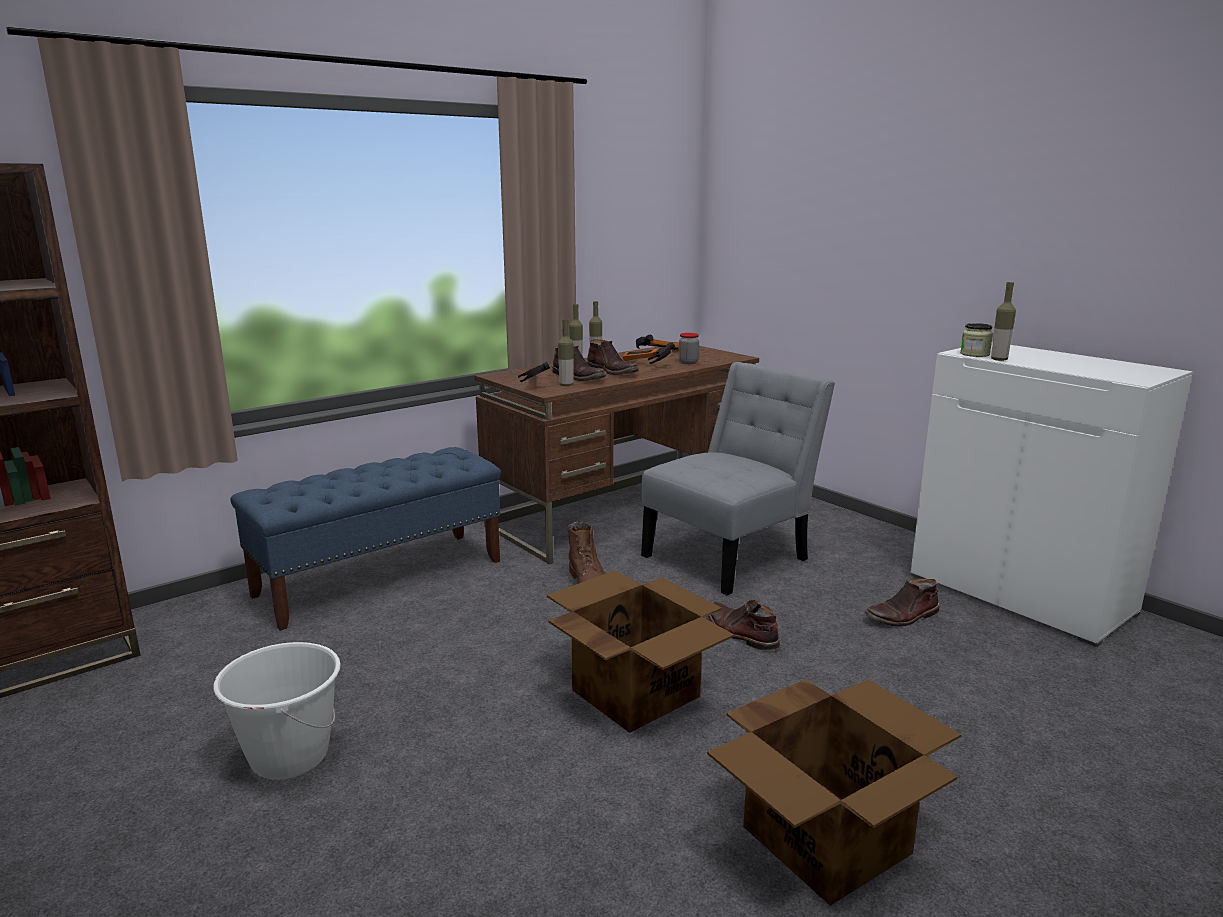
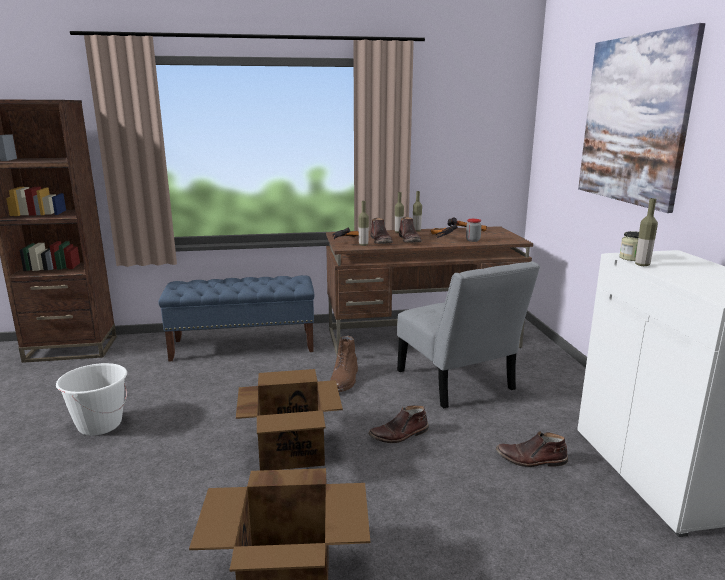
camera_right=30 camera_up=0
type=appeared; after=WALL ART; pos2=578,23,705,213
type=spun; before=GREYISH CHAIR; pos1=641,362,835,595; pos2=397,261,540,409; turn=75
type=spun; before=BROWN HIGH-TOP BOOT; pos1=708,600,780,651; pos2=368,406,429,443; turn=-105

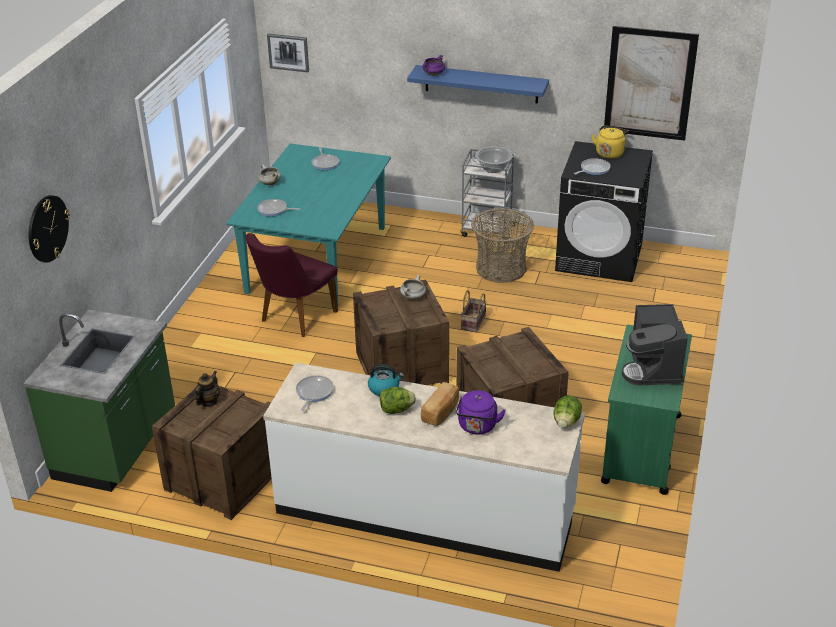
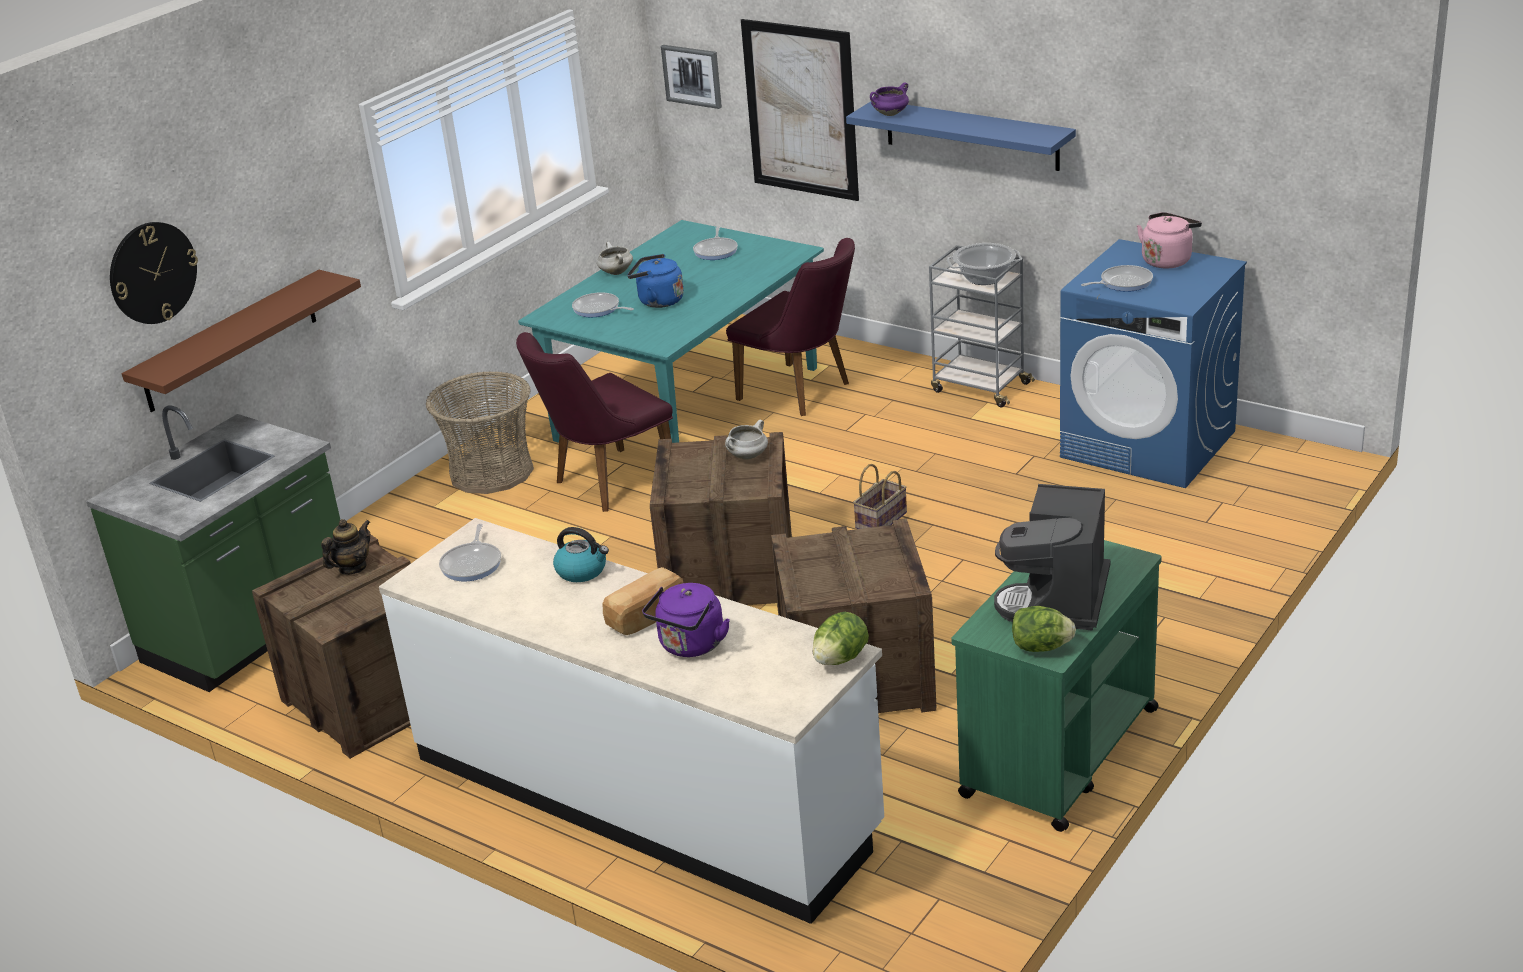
camera_right=20 camera_up=-5
type=appeared; after=BROWN BRACKET SHELF; pos2=122,270,361,412
type=appeared; after=BLUE-COLOURED WATER KETTLE; pos2=627,254,684,308
type=appeared; after=PURPLISH CHAIR; pos2=726,238,855,416
type=relocated; before=LETTUCE HEAD; pos1=380,387,416,414; pos2=1012,606,1076,652
type=relocated; before=STORAGE BASKET; pos1=471,208,534,283; pos2=426,371,534,494
type=relocated; before=WALL ART; pos1=604,26,699,141; pos2=741,19,859,201
type=colour; before=BLACK WASHING MACHINE; after=BLUE-COLOURED WASHING MACHINE; pos1=555,141,653,282; pos2=1060,239,1247,488
type=colour; before=YELLOW WATER KETTLE; after=PINK WATER KETTLE; pos1=592,125,629,159; pos2=1137,212,1202,269
type=spun; before=SKILLET; pos1=296,375,334,411; pos2=439,524,501,581; turn=150

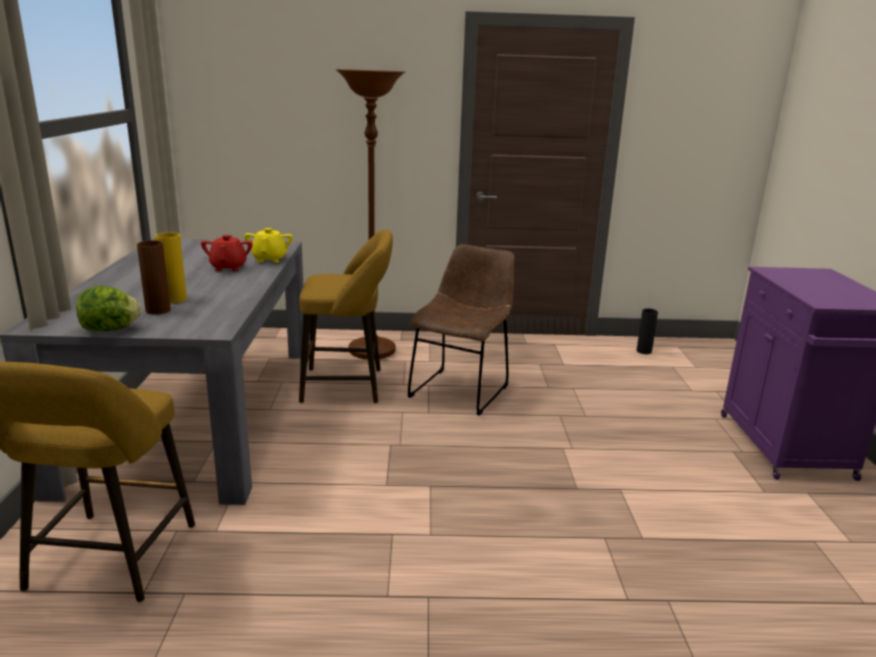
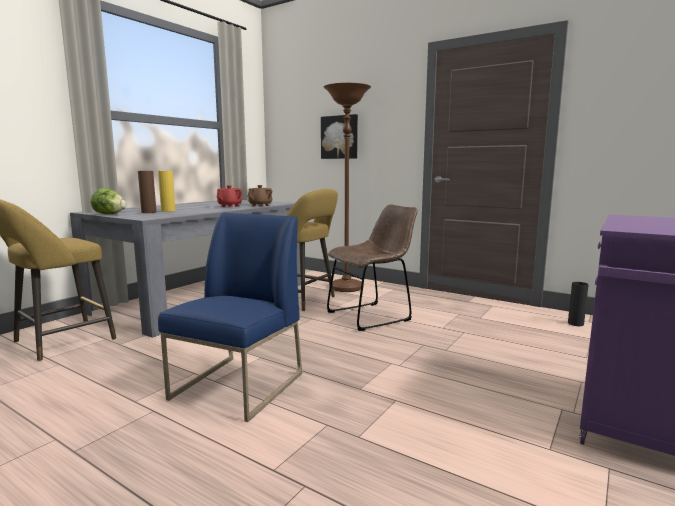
camera_right=35 camera_up=-10
type=appeared; after=BLUE-COLOURED CHAIR; pos2=158,213,302,422
type=appeared; after=WALL ART; pos2=321,114,358,159
type=colour; before=YELLOW TEA POT; after=BROWN TEA POT; pos1=244,228,293,263; pos2=248,185,272,207

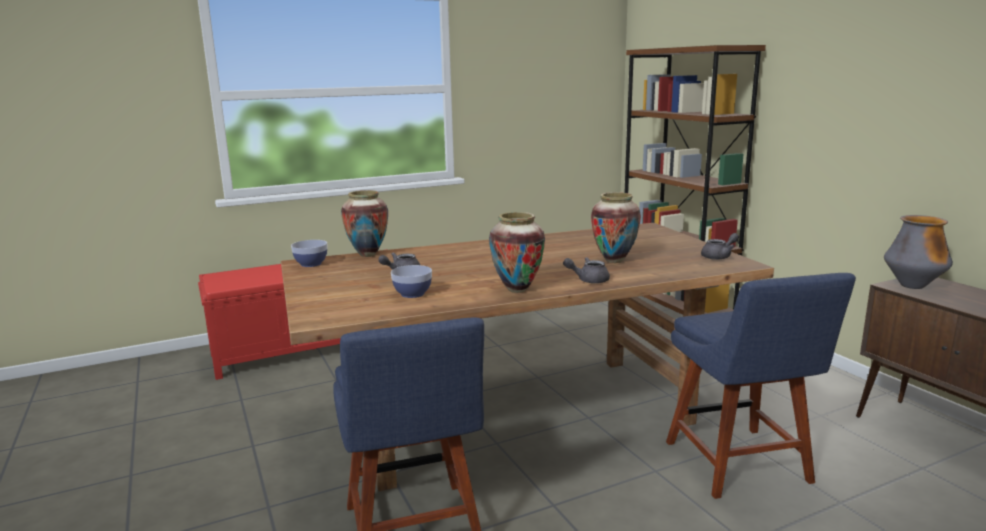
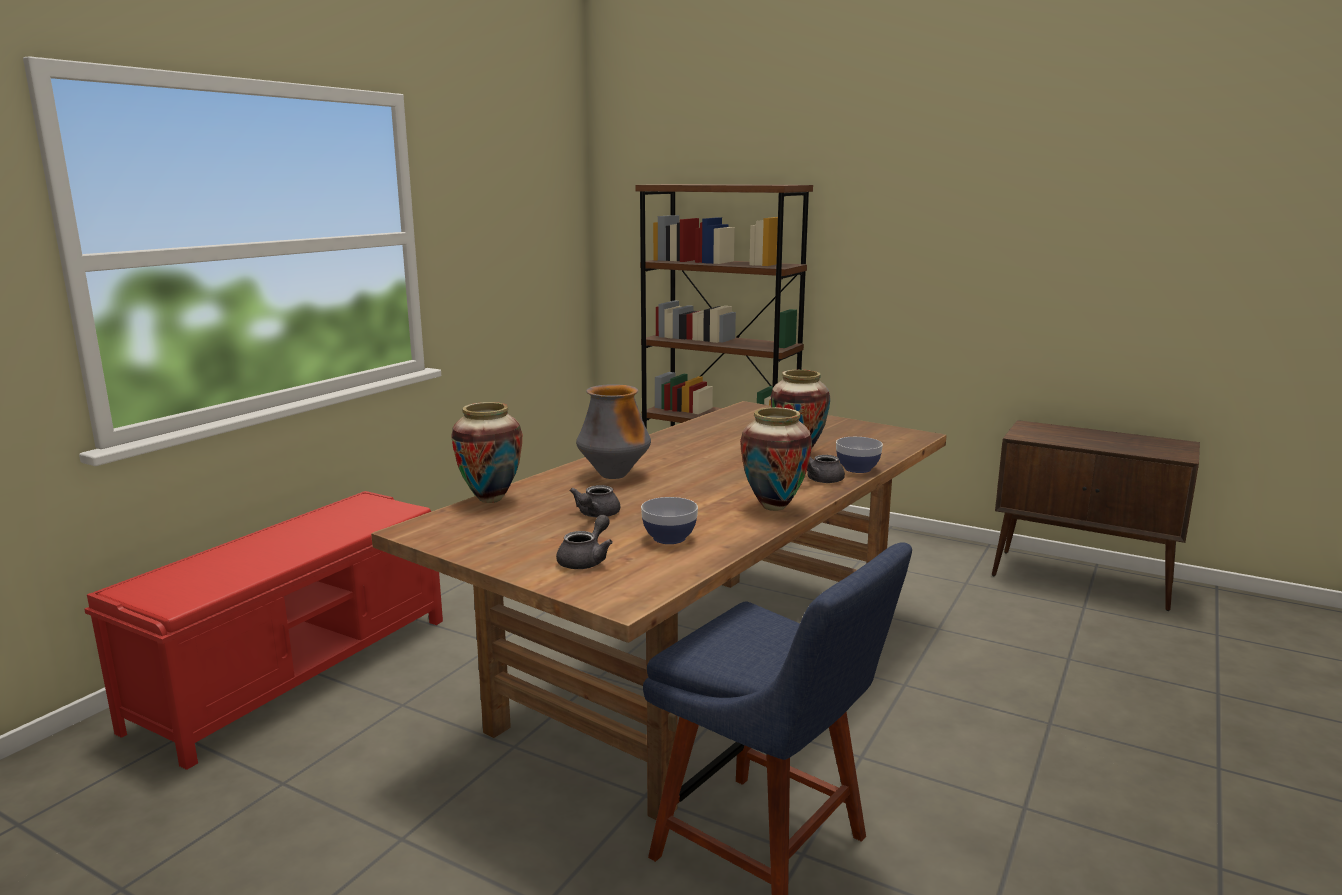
camera_right=-35 camera_up=0
type=missing; before=BLUE-COLOURED CHAIR; pos1=666,273,856,499
type=relocated; before=DEEP DISH; pos1=291,240,328,267; pos2=836,437,883,473
type=relocated; before=GREYISH TEA POT; pos1=701,233,739,260; pos2=556,515,613,569
type=relocated; before=VASE; pos1=884,215,953,289; pos2=576,384,651,479

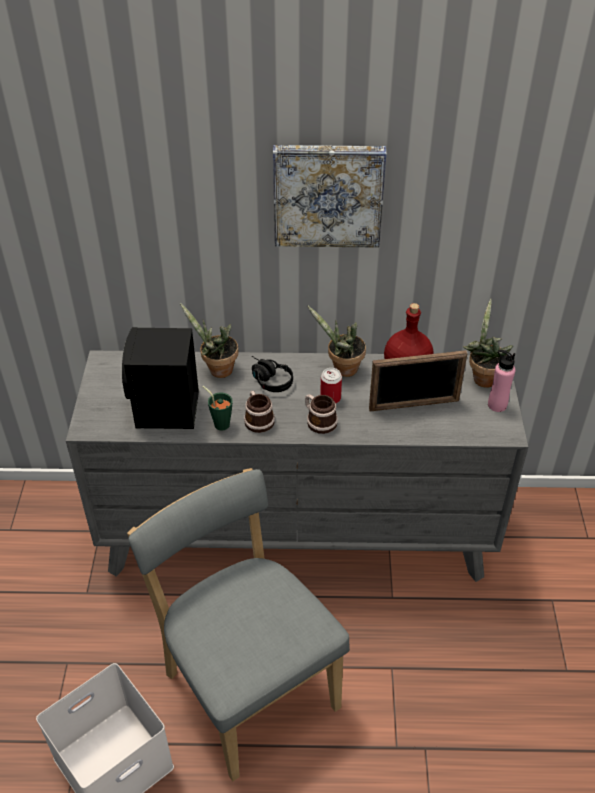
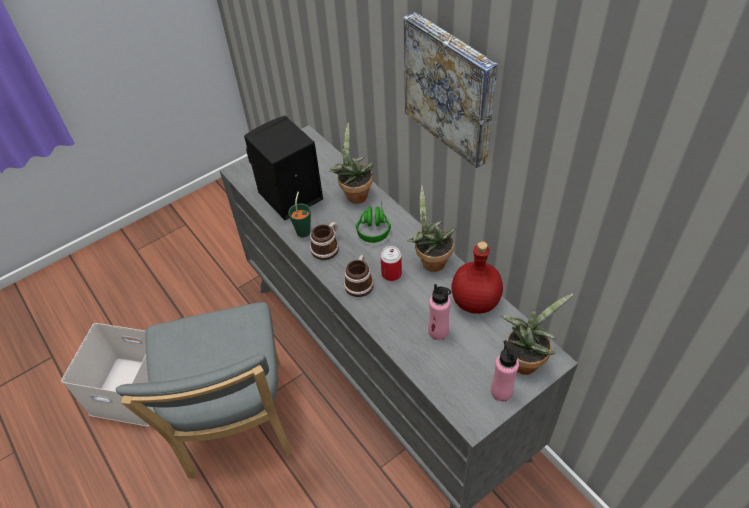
camera_right=55 camera_up=5
type=exchanged; before=STANDING FRAME; after=PINK DRINK BOTTLE; pos1=369,350,468,411; pos2=428,284,451,340
type=colour; before=BLACK PAIR OF HEADPHONES; after=GREEN-COLOURED PAIR OF HEADPHONES; pos1=252,356,293,392; pos2=356,201,391,243
type=spun; before=GREYISH CHAIR; pos1=127,468,350,781; pos2=116,302,293,479; turn=150

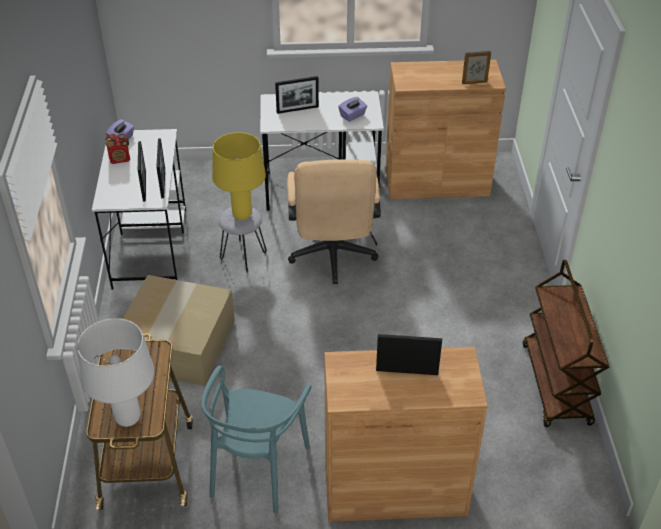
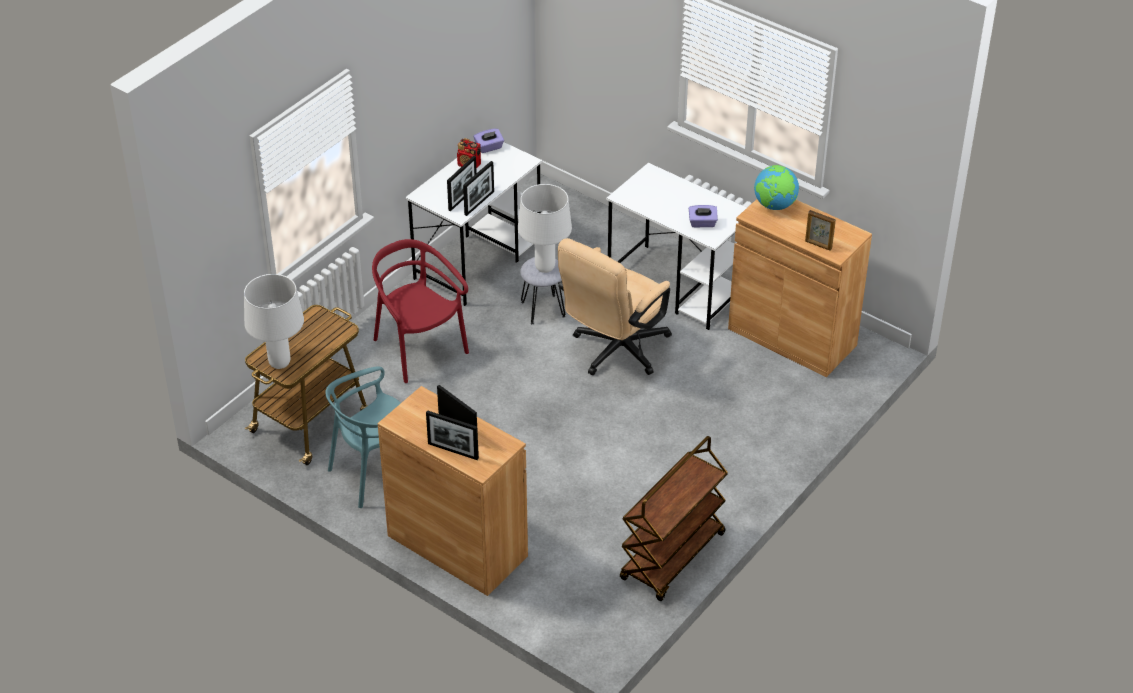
camera_right=40 camera_up=0
type=appeared; after=DESK GLOBE; pos2=754,165,799,210
type=relocated; before=STANDING FRAME; pos1=275,76,319,114; pos2=426,410,479,460
type=exchanged; before=PACKING BOX; after=RED CHAIR; pos1=120,275,235,386; pos2=372,239,469,383
type=colour; before=YELLOW TABLE LAMP; after=WHITE-COLOURED TABLE LAMP; pos1=212,132,266,220; pos2=518,184,572,273

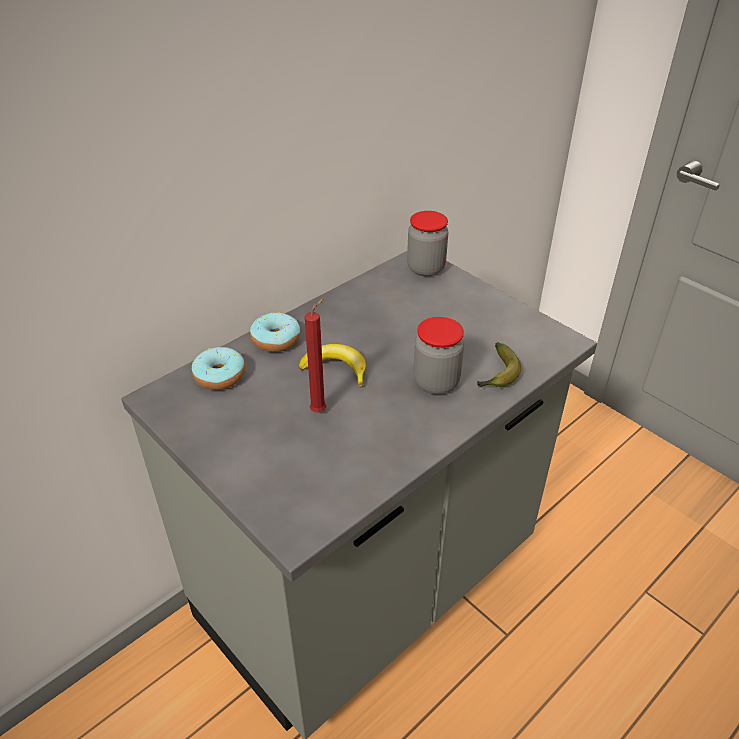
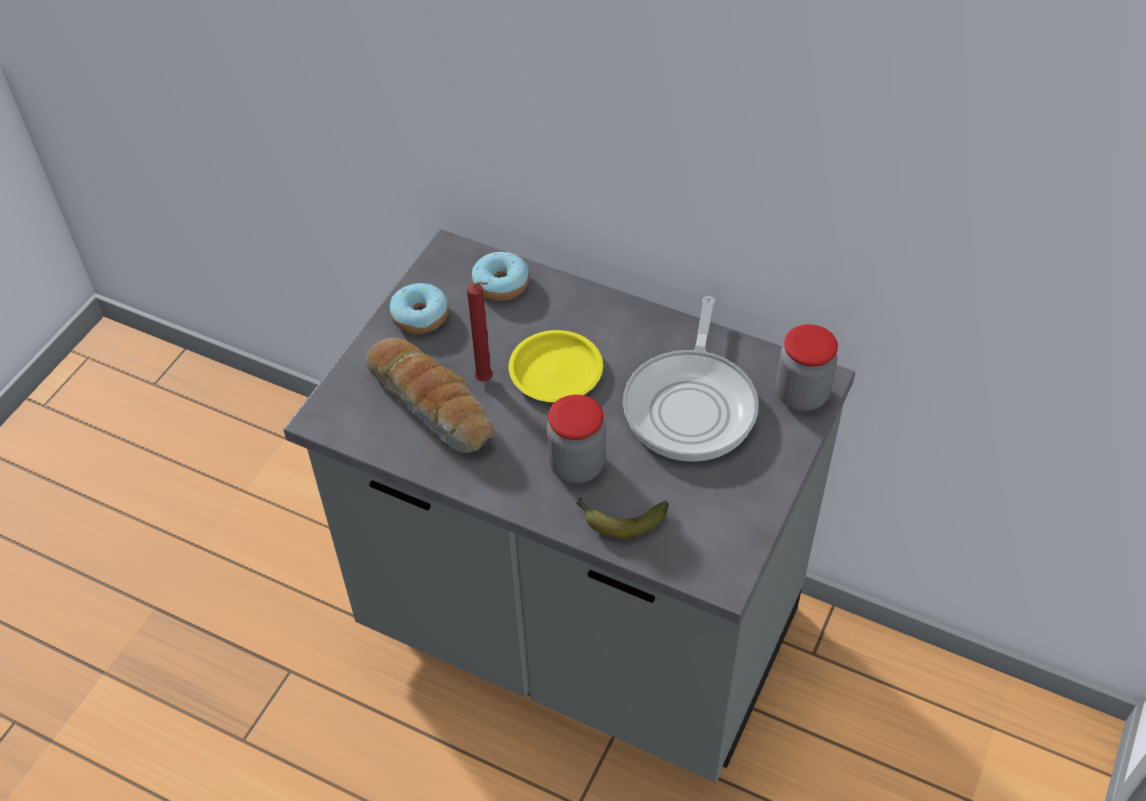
camera_right=70 camera_up=10
type=appeared; after=BAKERY BREAD; pos2=365,338,494,453
type=appeared; after=SKILLET; pos2=623,296,758,462
type=relocated; before=DONUT; pos1=250,312,300,352; pos2=390,283,449,334
type=exchanged; before=BANANA; after=YELLOW DINNER PLATE; pos1=299,344,366,387; pos2=509,330,603,402

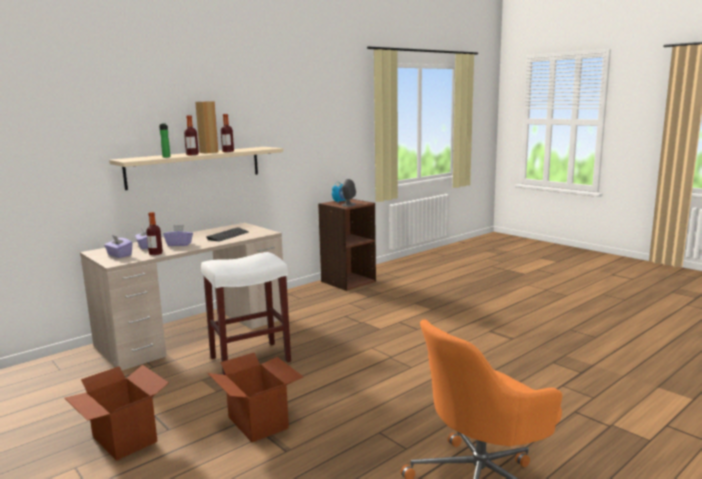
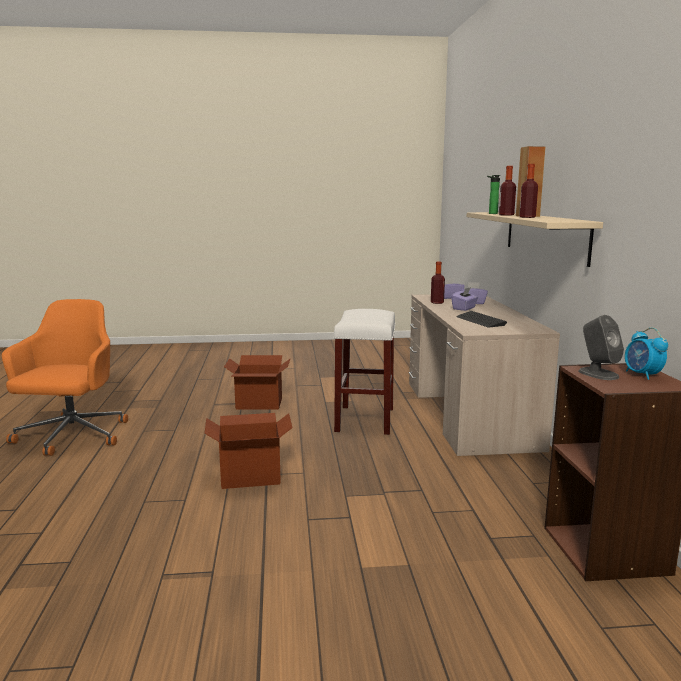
camera_right=125 camera_up=0
type=relocated; before=PACKING BOX; pos1=65,365,169,461; pos2=205,413,293,489

